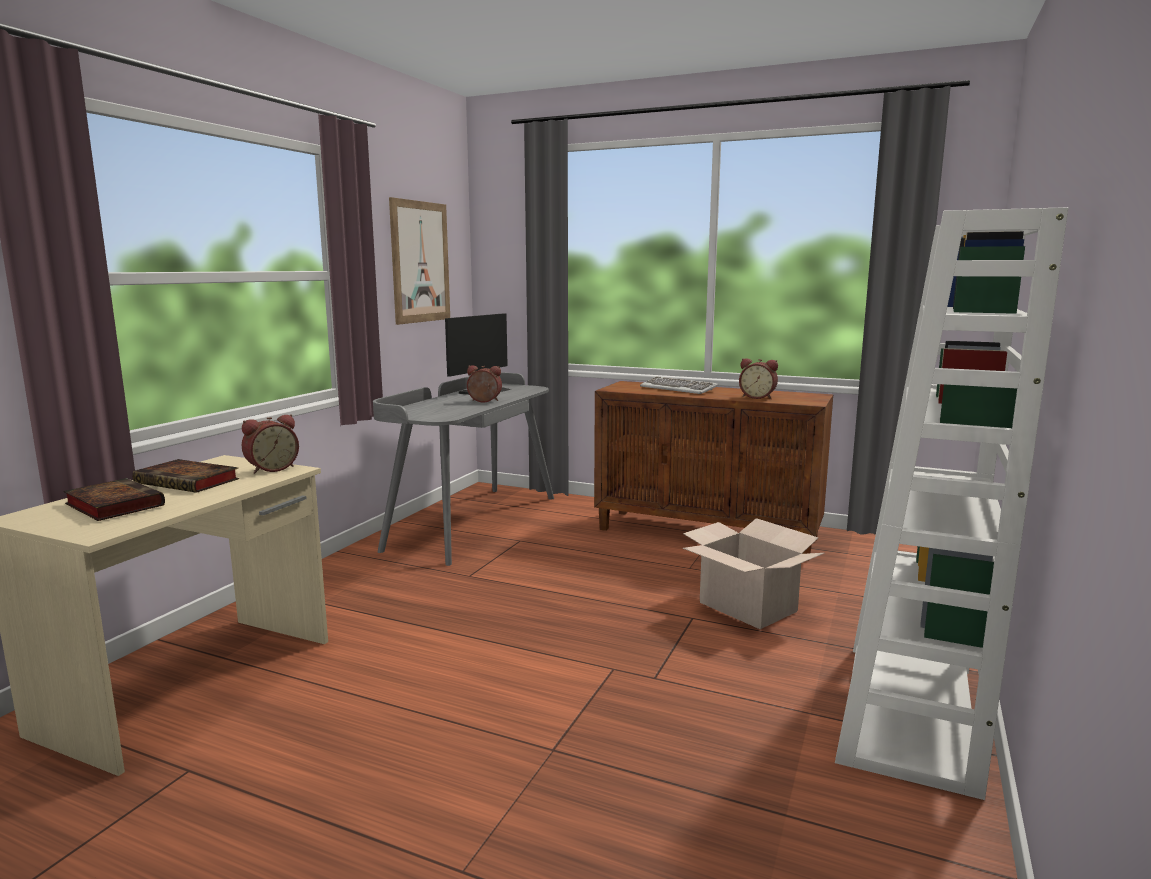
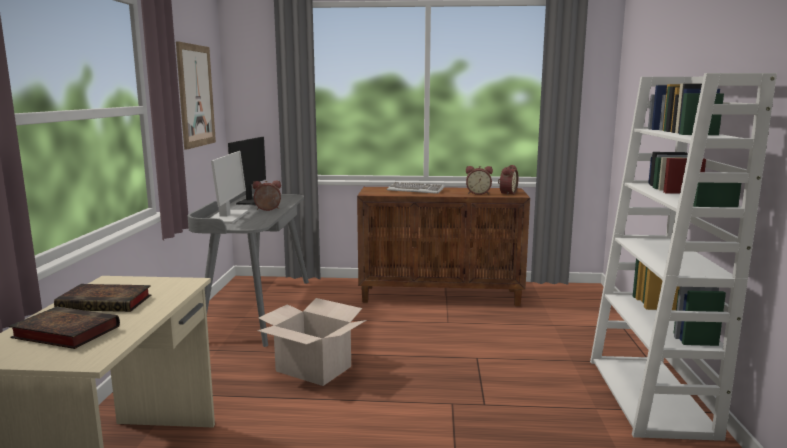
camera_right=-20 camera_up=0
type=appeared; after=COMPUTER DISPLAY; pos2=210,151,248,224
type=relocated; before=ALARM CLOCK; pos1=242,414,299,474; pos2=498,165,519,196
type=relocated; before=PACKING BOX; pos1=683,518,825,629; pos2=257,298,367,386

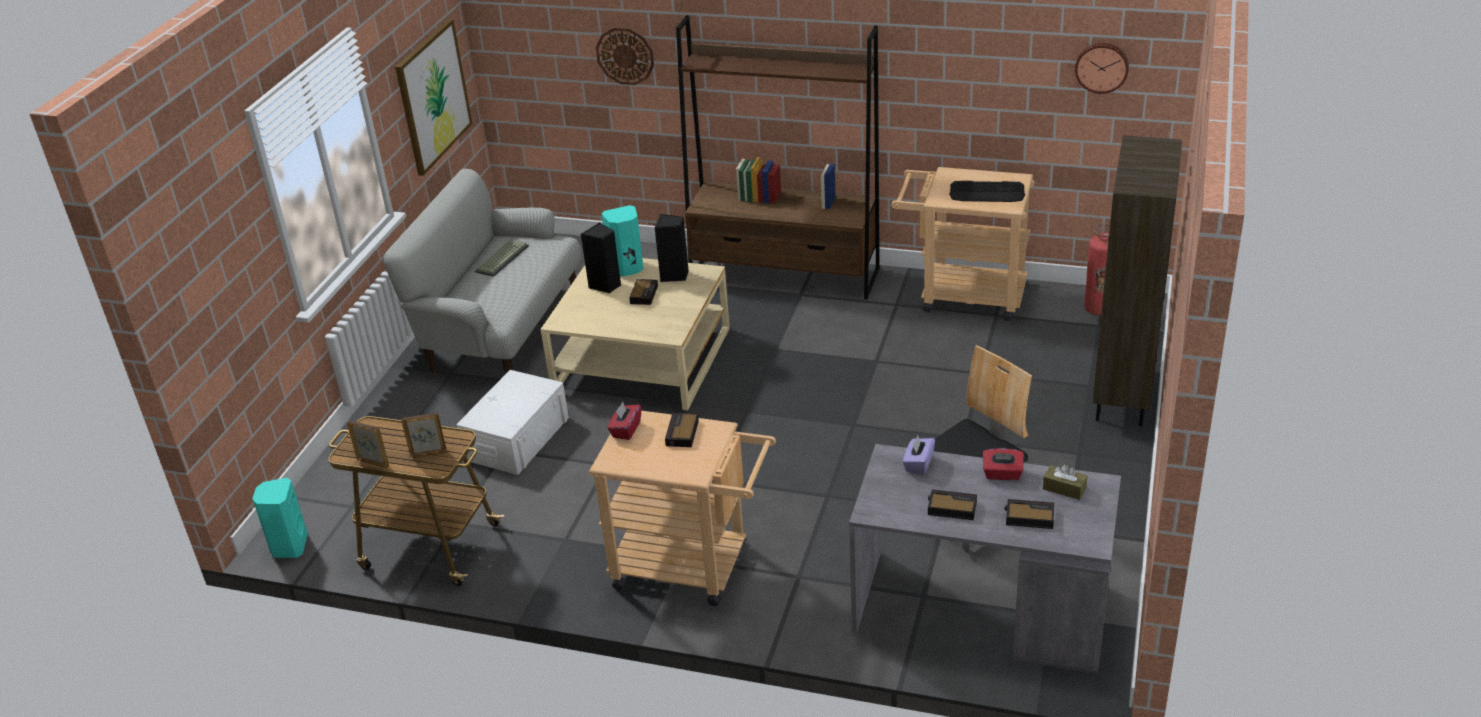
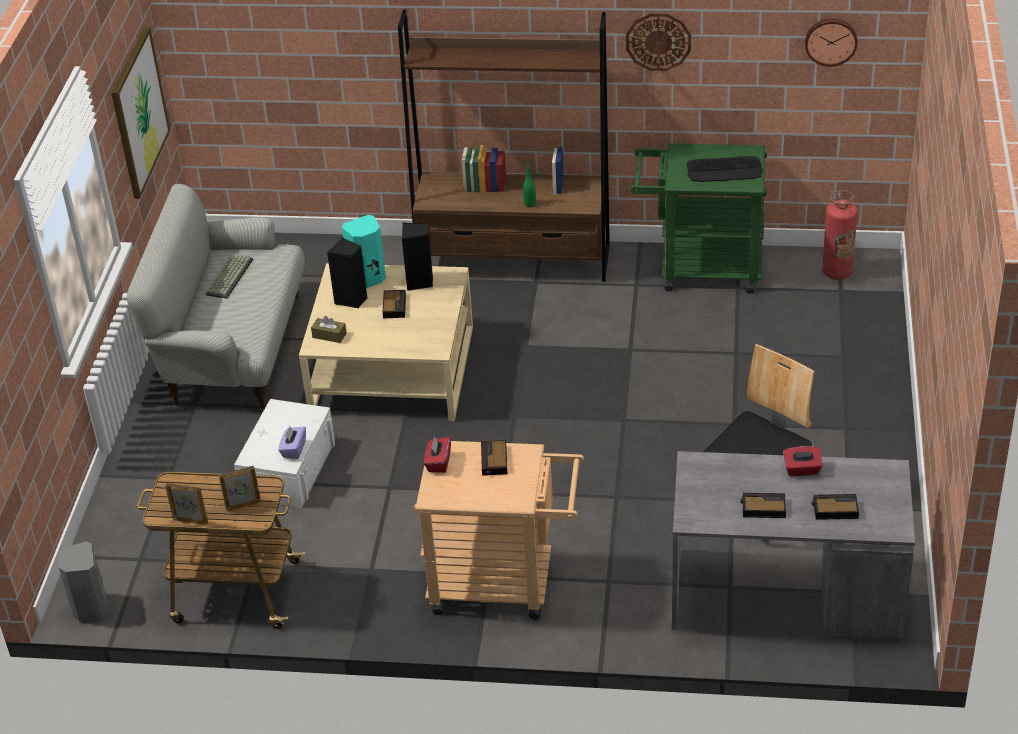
camera_right=-10 camera_up=5
type=missing; before=BROWN BOOKSHELF; pos1=1093,135,1182,426
type=appeared; after=GREEN-COLOURED DRINK BOTTLE; pos2=523,165,536,207
type=relocated; before=CLOCK ON THE WALL; pos1=596,28,654,85; pos2=626,13,691,71
type=relocated; before=PURPLISH BOX OF TISSUES; pos1=903,435,935,475; pos2=278,426,306,459
type=relocated; before=BROWN BOX OF TISSUES; pos1=1043,464,1087,500; pos2=311,316,347,343
type=colour; before=TURQUOISE-COLOURED LOUDSPEAKER; after=GREYISH LOUDSPEAKER; pos1=253,478,308,558; pos2=58,541,108,622
type=colour; before=BEIGE-COLOURED CART; after=GREEN-COLOURED CART; pos1=891,167,1034,321; pos2=631,143,767,294

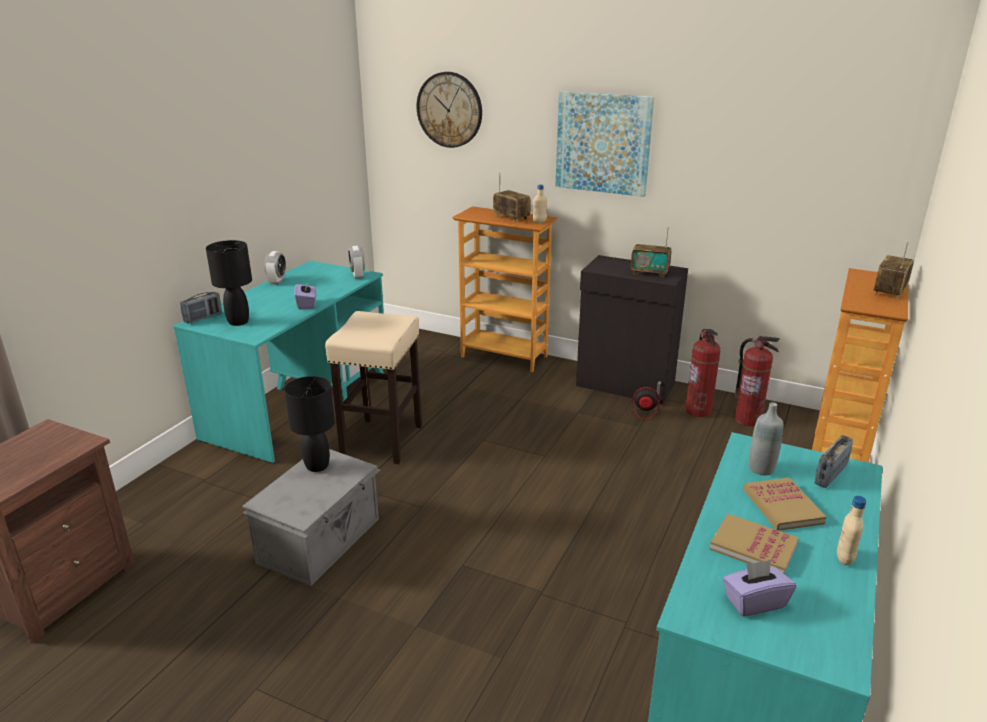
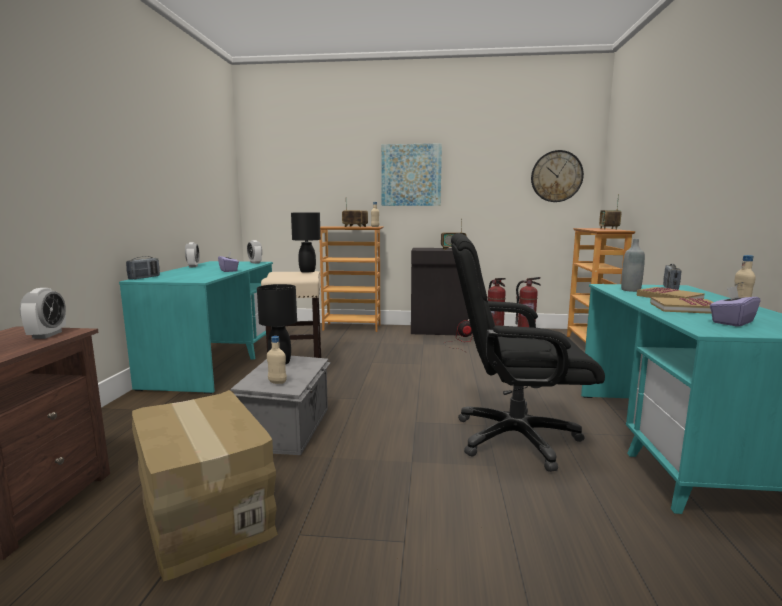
camera_right=-20 camera_up=-15
type=appeared; after=ALARM CLOCK; pos2=19,288,66,339
type=appeared; after=PACKING BOX; pos2=132,390,278,582
type=appeared; after=BEIGE-COLOURED DRINK BOTTLE; pos2=267,336,287,384
type=appeared; after=BLACK COMPUTER CHAIR; pos2=451,233,605,472
type=relocated; before=BLACK TABLE LAMP; pos1=206,240,252,326; pos2=291,213,321,273
type=relocated; before=CLOCK ON THE WALL; pos1=417,72,482,148; pos2=531,150,584,202

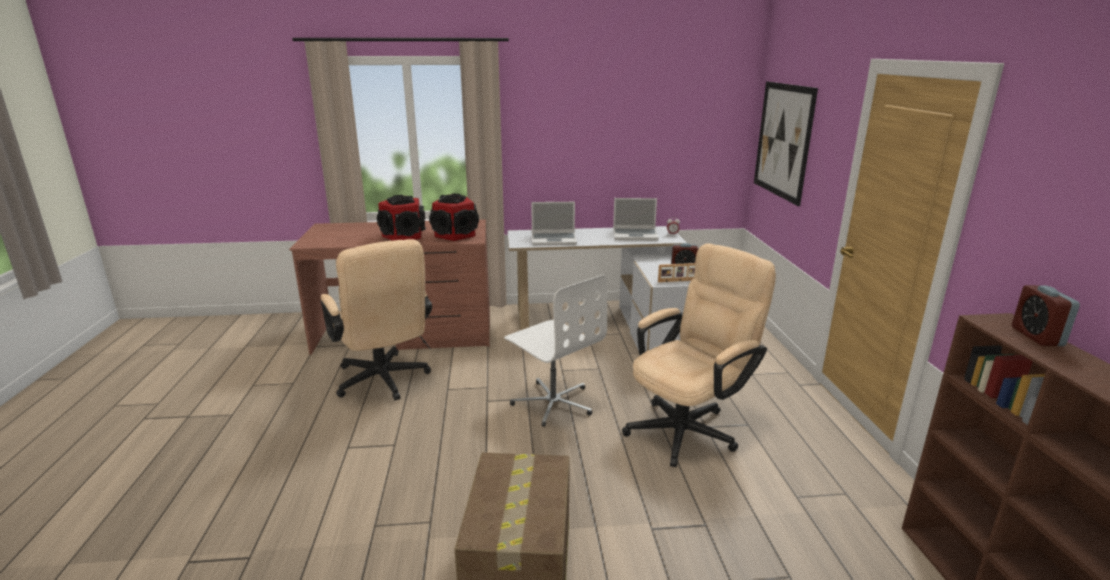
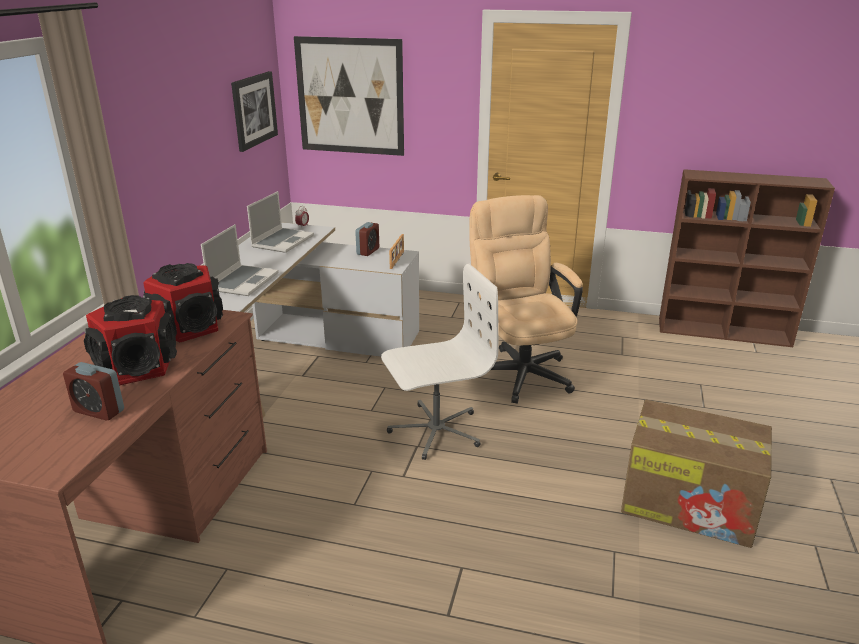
camera_right=-70 camera_up=5
type=missing; before=BEIGE-COLOURED COMPUTER CHAIR; pos1=321,239,432,400
type=appeared; after=WALL ART; pos2=231,71,278,152
type=relocated; before=ALARM CLOCK; pos1=1012,285,1080,346; pos2=63,362,124,421

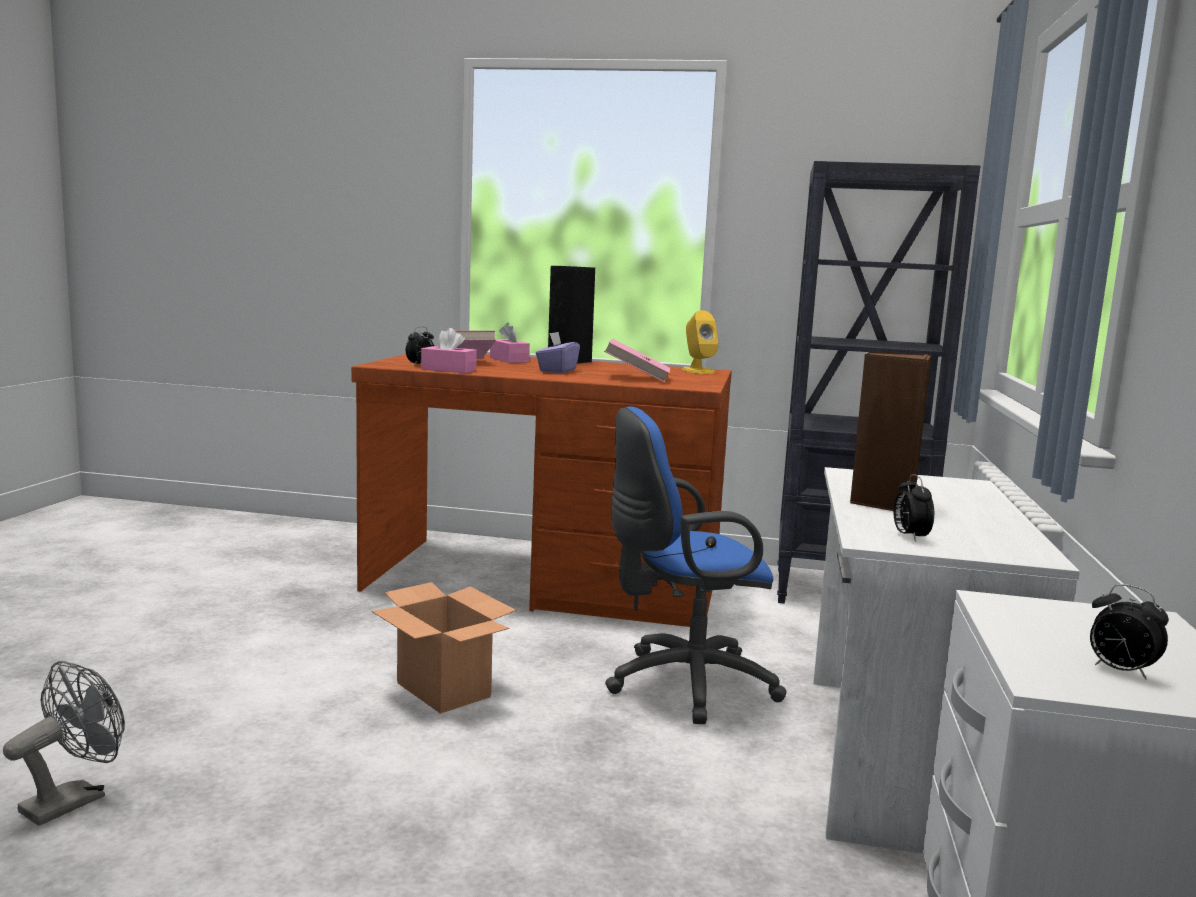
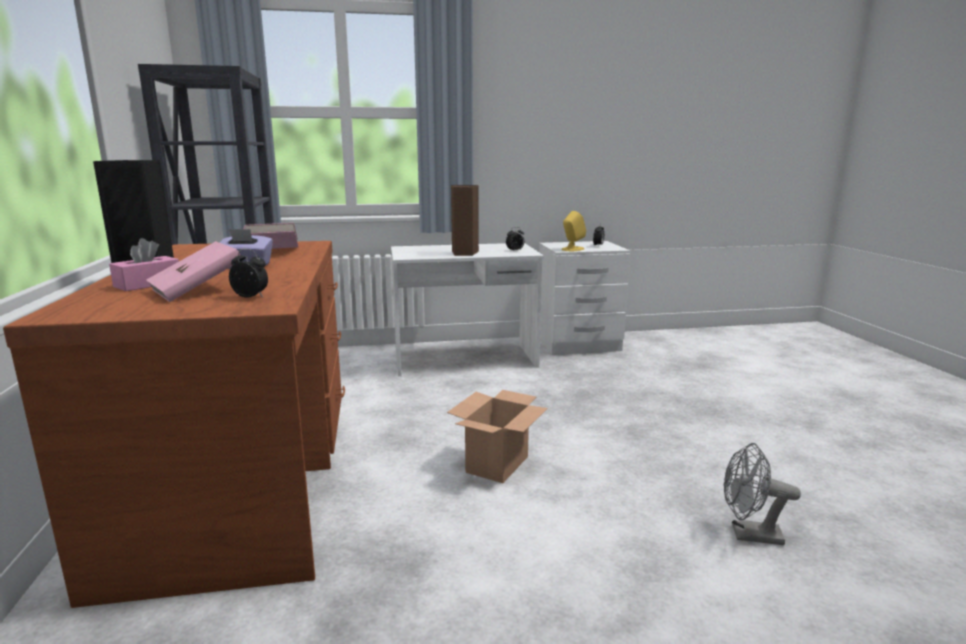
camera_right=-110 camera_up=5
type=missing; before=PINK BOX OF TISSUES; pos1=421,328,477,373
type=missing; before=BLUE-COLOURED COMPUTER CHAIR; pos1=605,406,786,724
type=relocated; before=YELLOW LOUDSPEAKER; pos1=682,310,719,374; pos2=562,211,586,251

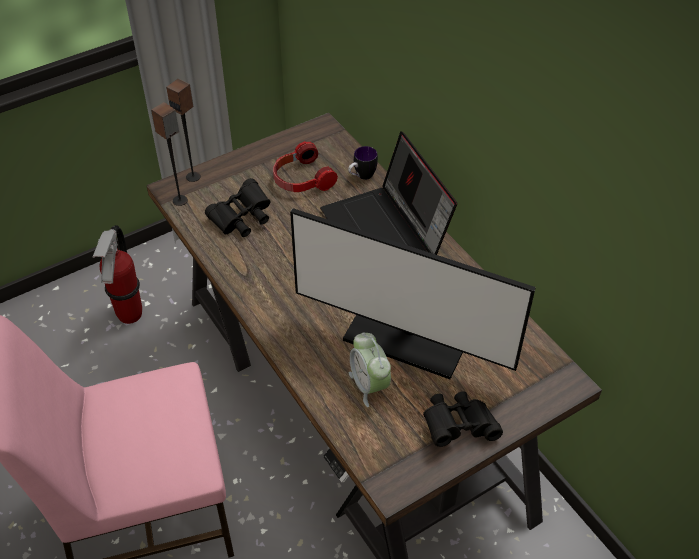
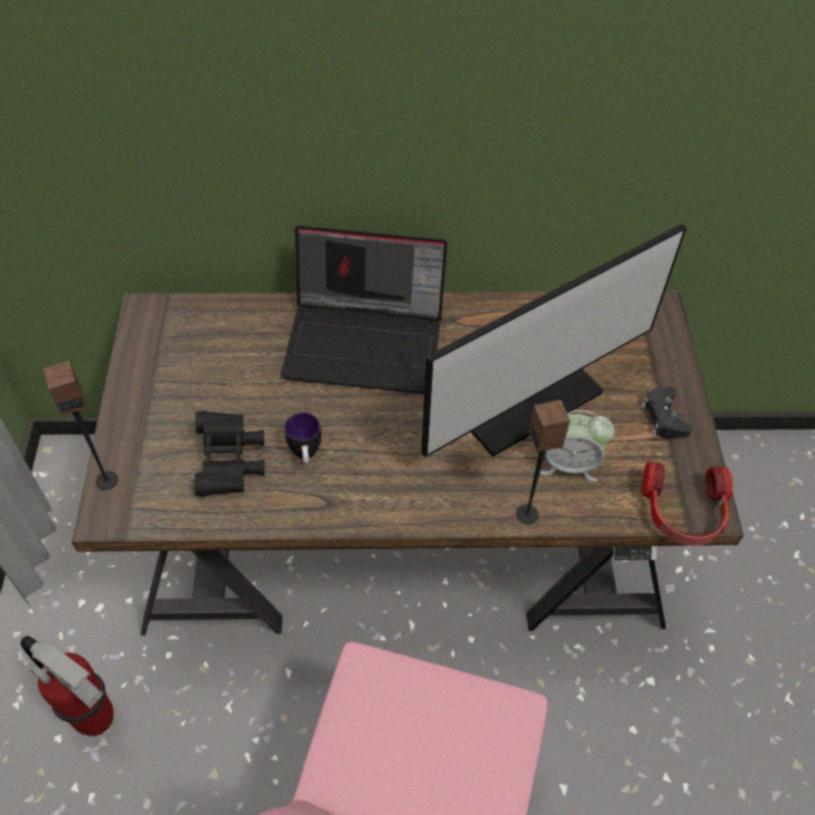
camera_right=-60 camera_up=5
type=relocated; before=LOUDSPEAKER; pos1=151,102,188,206; pos2=516,400,570,524
type=relocated; before=PAIR OF HEADPHONES; pos1=273,141,338,192; pos2=642,461,733,546
type=relocated; before=MUG; pos1=348,146,378,180; pos2=285,412,321,464
type=exchanged; before=BLACK FIELD GLASSES; after=BLACK GAMEPAD; pos1=423,391,503,447; pos2=641,387,693,438

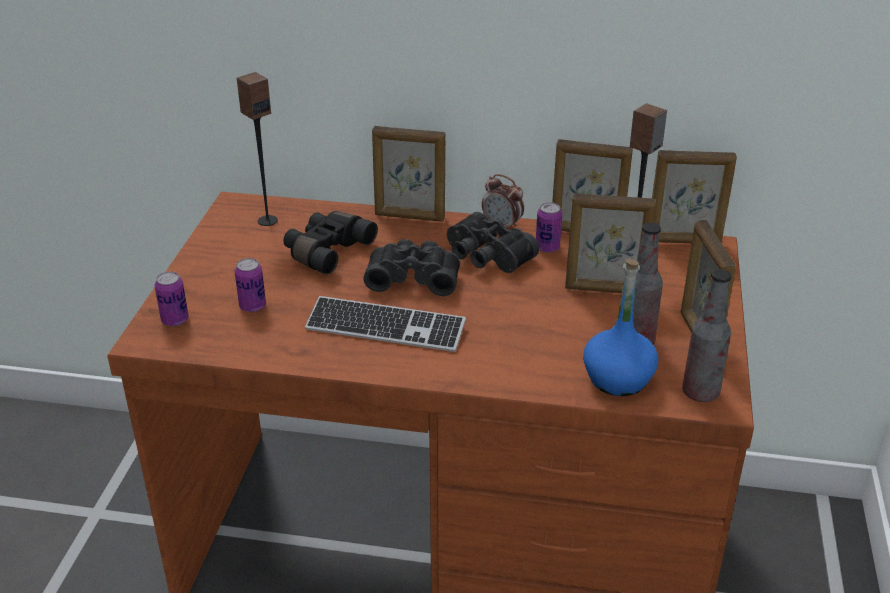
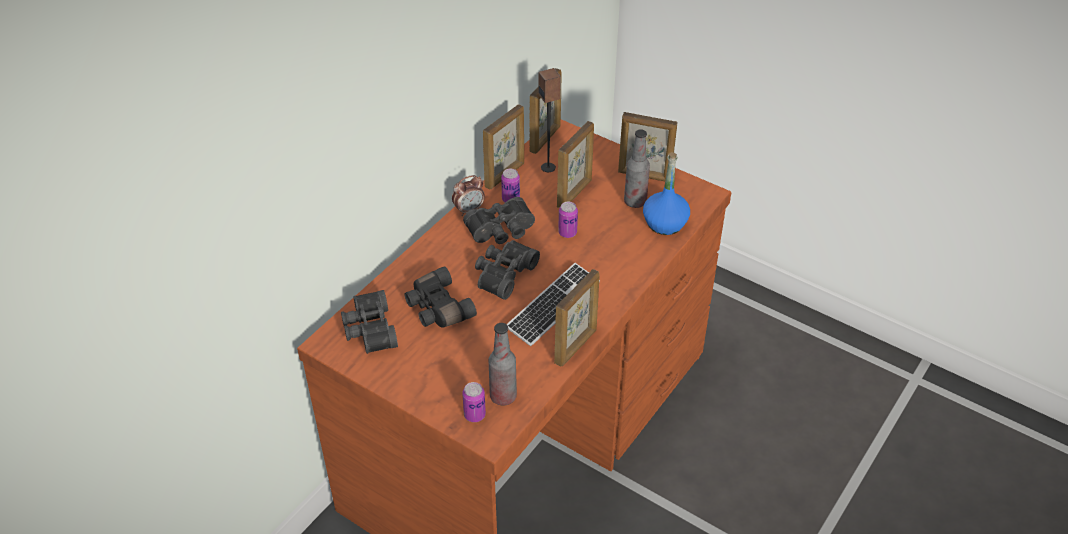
camera_right=-65 camera_up=10
type=relocated; before=METAL CAN; pos1=235,258,266,312; pos2=558,202,578,238
type=relocated; before=STANDING FRAME; pos1=372,126,446,222; pos2=554,269,600,367
type=relocated; before=DRINK BOTTLE; pos1=682,269,732,402; pos2=489,323,517,406
type=exchanged; before=LOUDSPEAKER; after=BLACK FIELD GLASSES; pos1=237,72,278,226; pos2=341,290,398,354

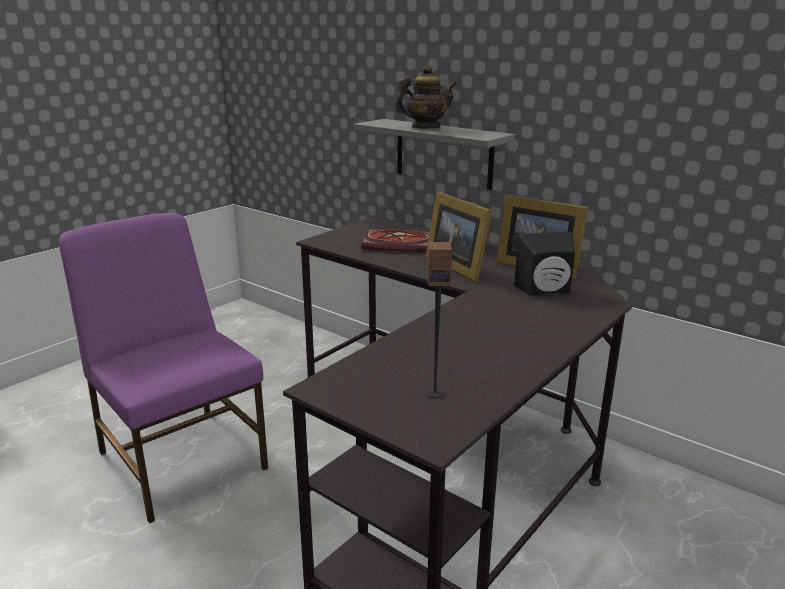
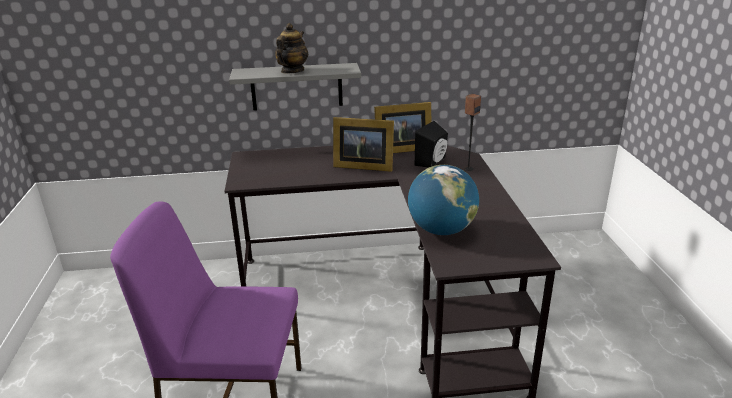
camera_right=-45 camera_up=5
type=missing; before=BOOK; pos1=361,229,430,252
type=appeared; after=DESK GLOBE; pos2=408,165,479,235
type=relocated; before=LOUDSPEAKER; pos1=425,242,452,398; pos2=464,94,481,171

